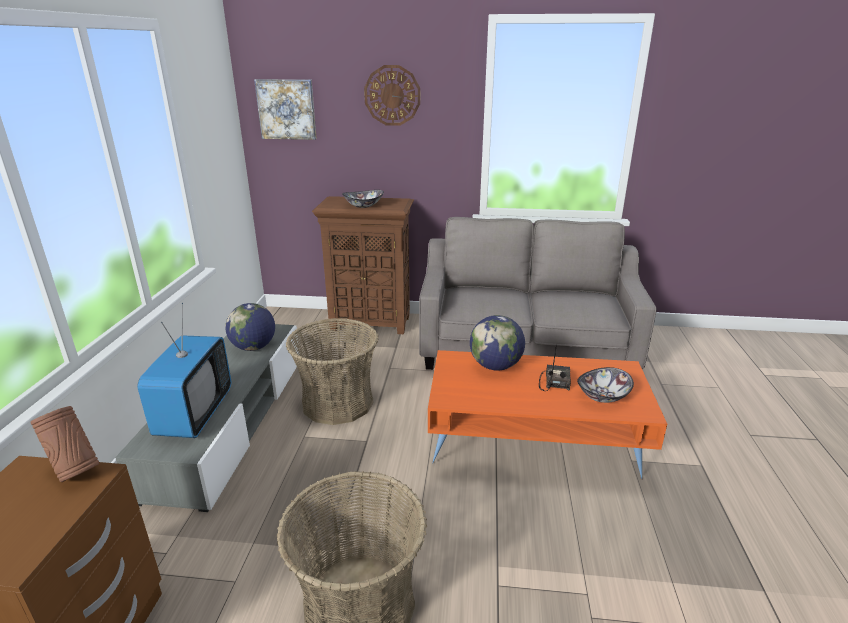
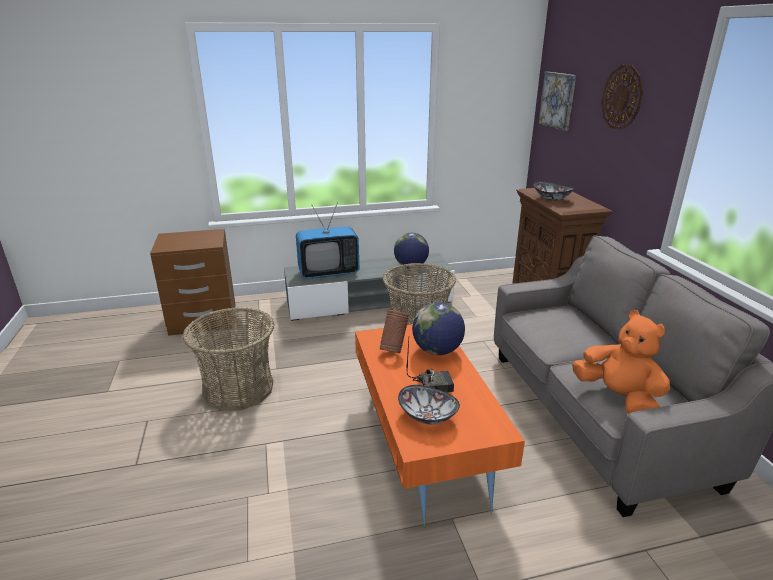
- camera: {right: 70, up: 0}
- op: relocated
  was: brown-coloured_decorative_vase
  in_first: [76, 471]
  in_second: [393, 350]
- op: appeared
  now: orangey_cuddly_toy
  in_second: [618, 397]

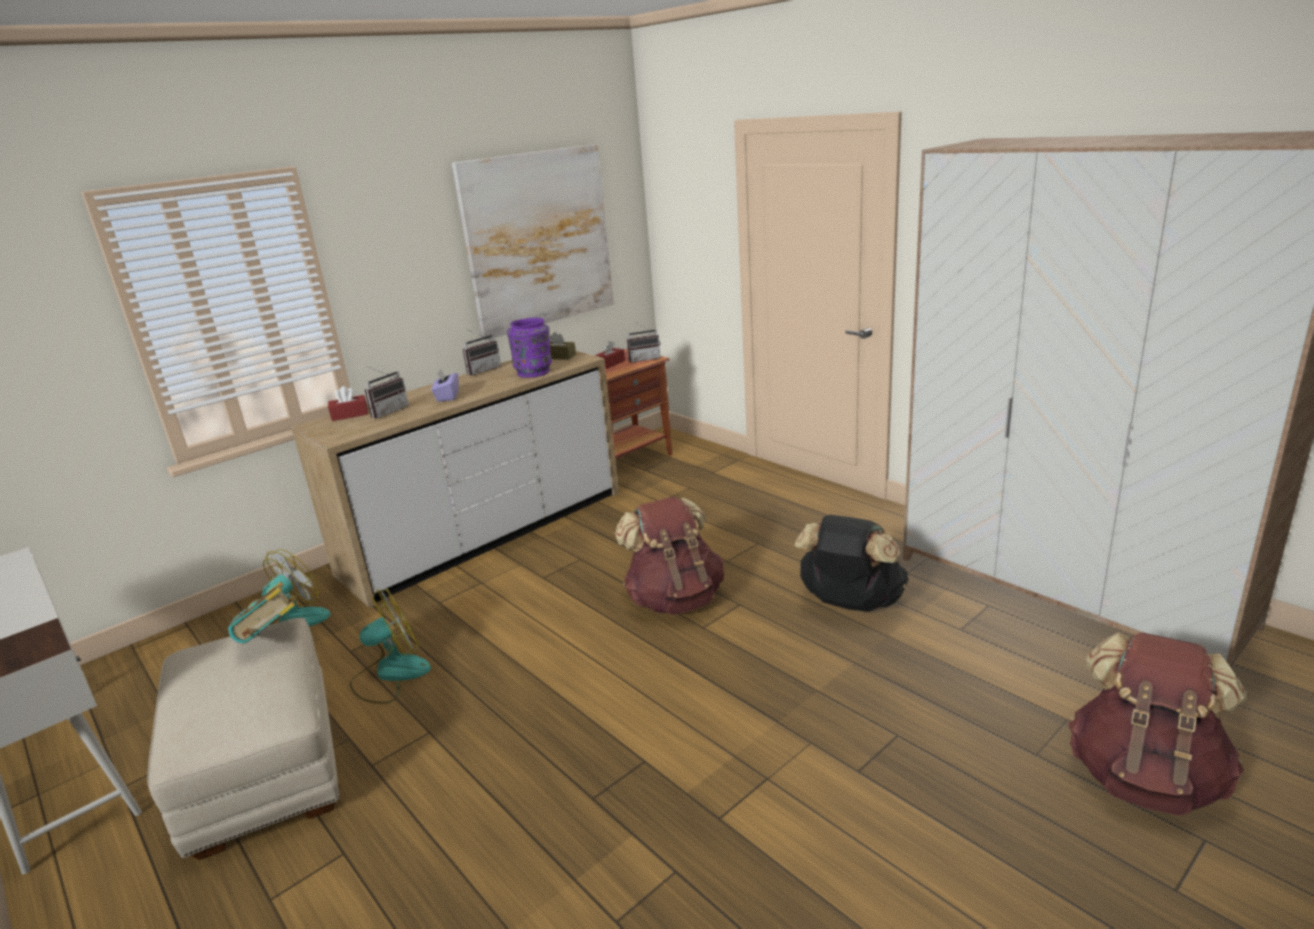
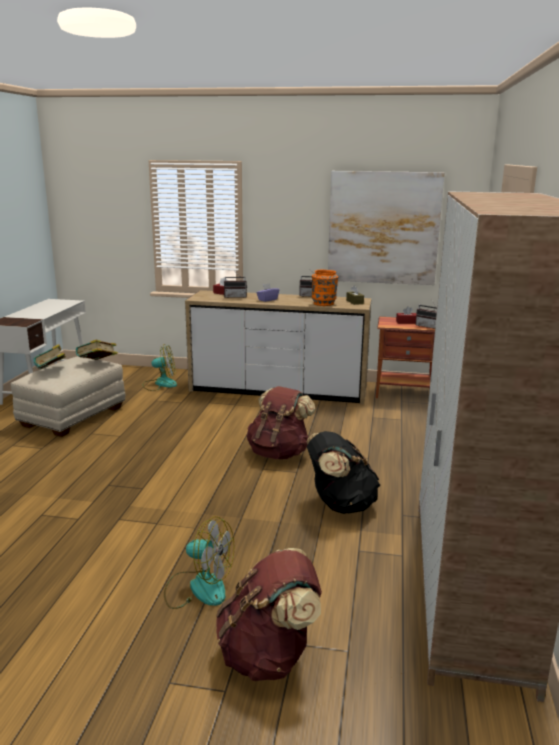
- camera: {right: 50, up: -5}
- op: colour
  was: purple-coloured_decorative_vase
  now: orangey_decorative_vase
  in_first: [534, 372]
  in_second: [324, 303]
- op: relocated
  was: electric_fan
  in_first: [390, 674]
  in_second: [198, 587]
- op: appeared
  now: volume
  in_second: [51, 371]

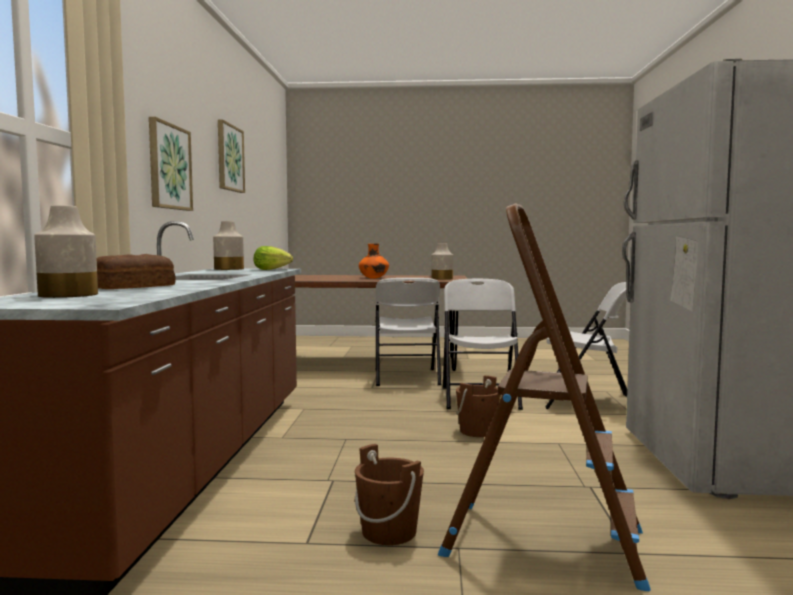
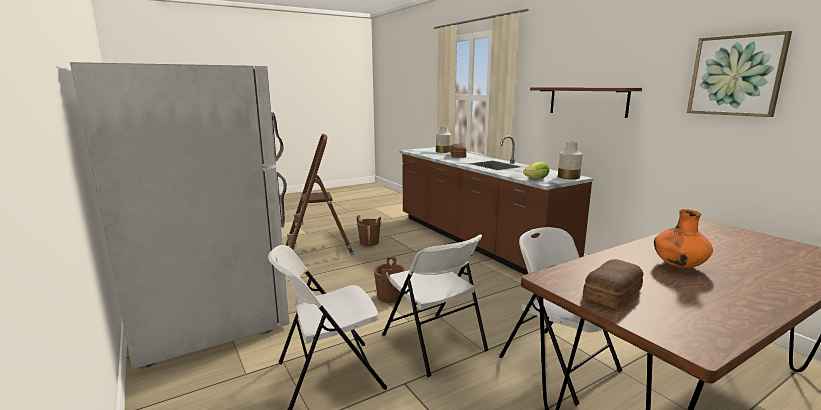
- camera: {right: 145, up: 10}
- op: exchanged
  was: wall_picture
  now: brown-coloured_wall_shelf
  in_first: [169, 167]
  in_second: [587, 101]
- op: exchanged
  was: beige_decorative_vase
  now: bread
  in_first: [442, 278]
  in_second: [610, 293]

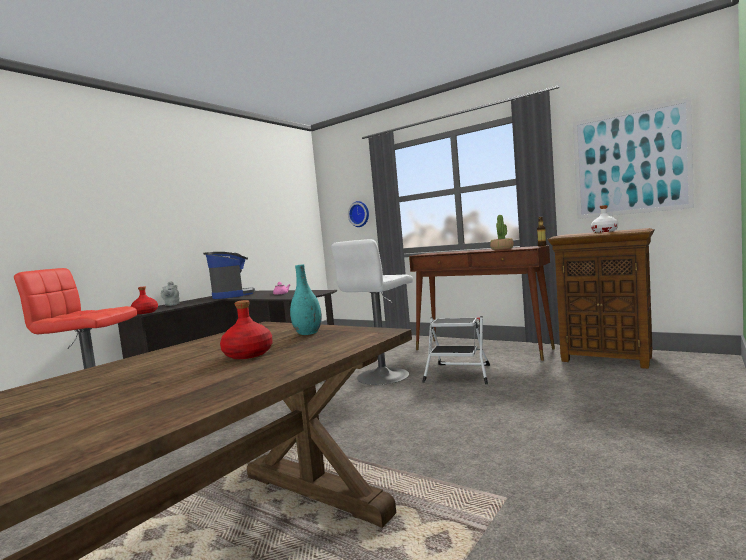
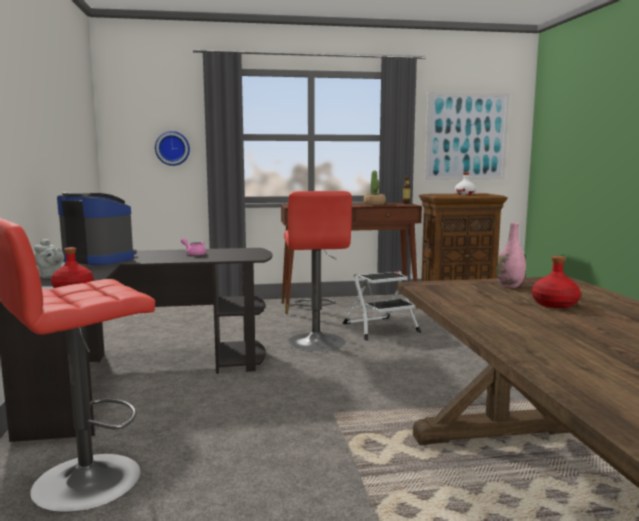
- camera: {right: -45, up: 5}
- op: colour
  was: white-coloured_stool_seat
  now: reddish_stool_seat
  in_first: [382, 376]
  in_second: [315, 342]
- op: colour
  was: blue-green_decorative_vase
  now: pinkish_decorative_vase
  in_first: [308, 333]
  in_second: [509, 286]

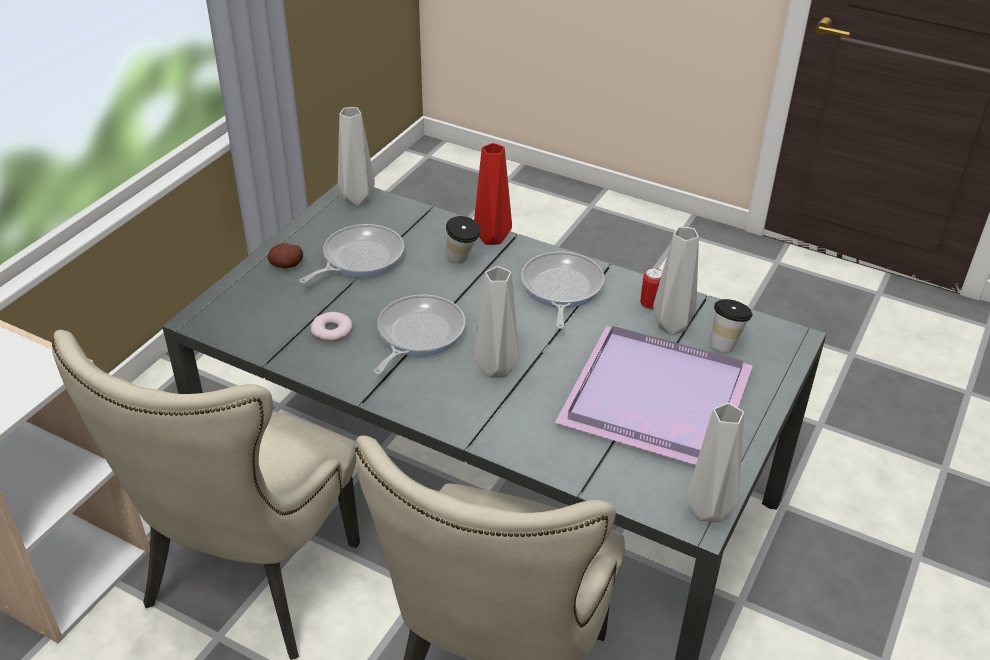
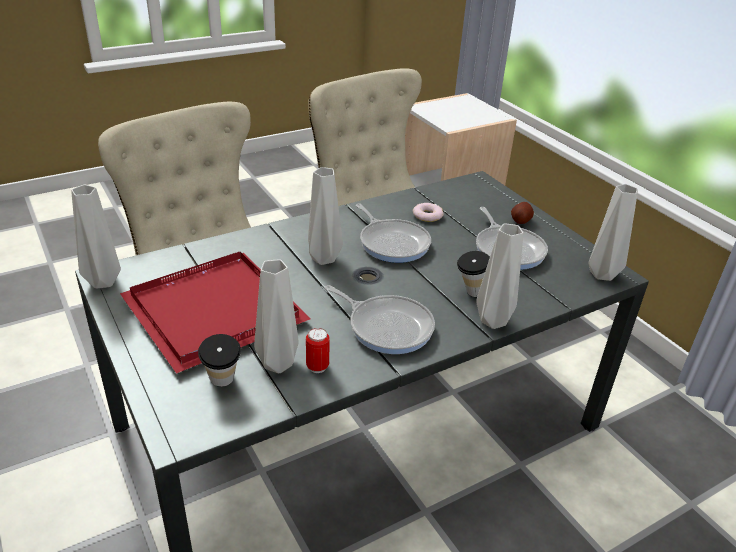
- camera: {right: 120, up: -5}
- op: colour
  was: reddish_decorative_vase
  now: greyish_decorative_vase
  in_first: [490, 239]
  in_second: [493, 320]
- op: colour
  was: purple-coloured_tray
  now: reddish_tray
  in_first: [652, 400]
  in_second: [215, 309]

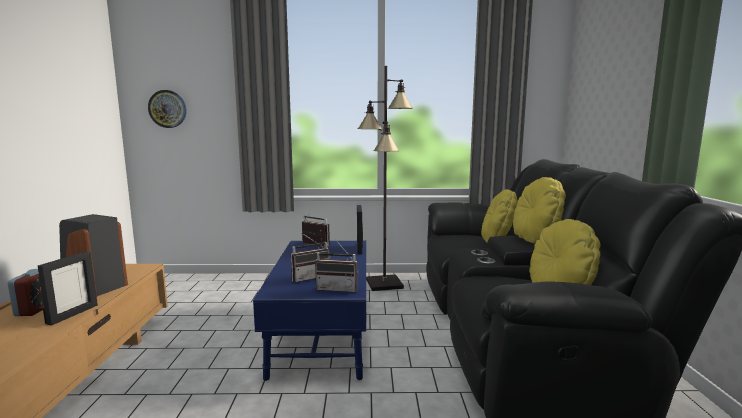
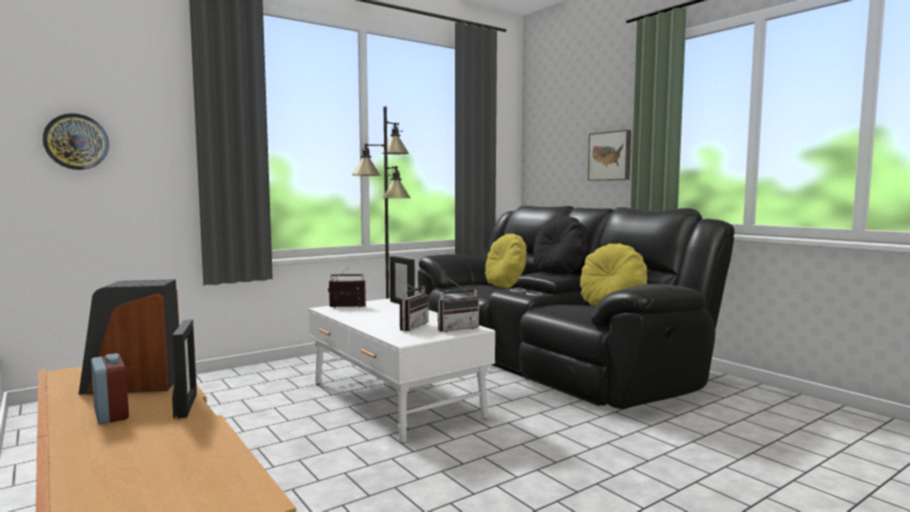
- camera: {right: -35, up: -5}
- op: colour
  was: yellowish_cushion
  now: black-coloured_cushion
  in_first: [535, 240]
  in_second: [559, 273]
- op: colour
  was: bluish_low_table
  now: white-coloured_low_table
  in_first: [322, 333]
  in_second: [395, 399]
- op: appeared
  now: wall_picture
  in_second: [610, 156]

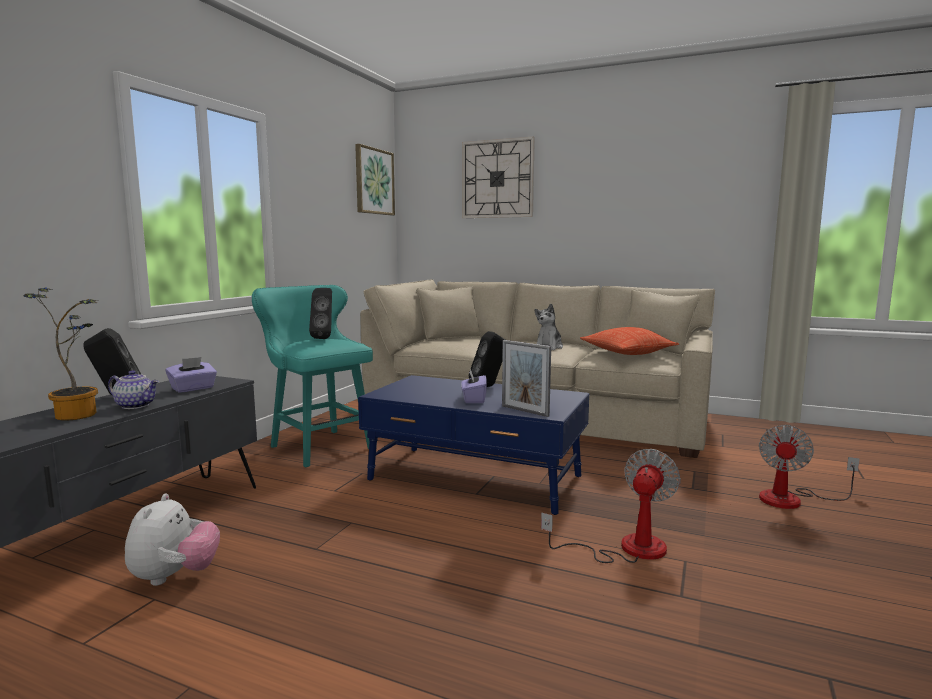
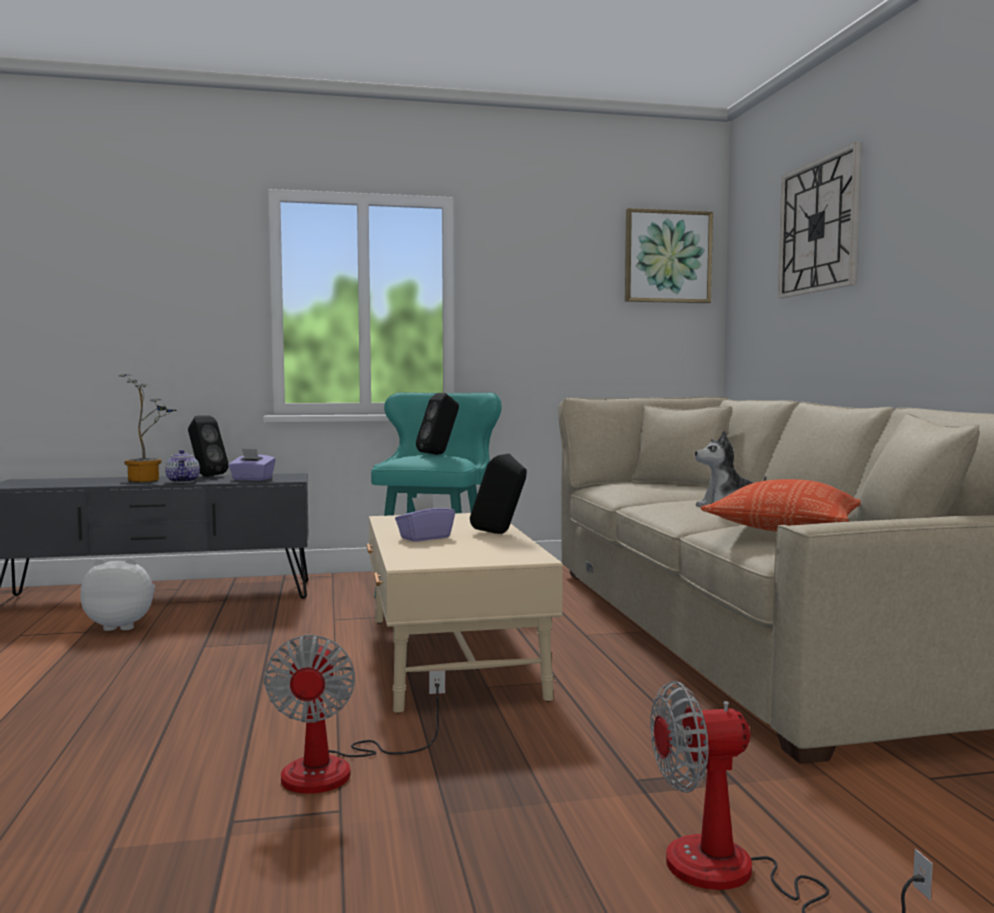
- camera: {right: 55, up: -5}
- op: missing
  was: picture_frame
  in_first: [524, 411]
- op: colour
  was: bluish_low_table
  now: beige_low_table
  in_first: [476, 478]
  in_second: [452, 657]
- op: spun
  was: electric_fan
  in_first: [627, 549]
  in_second: [339, 768]
  clockwise: 90
- op: spun
  was: cuddly_toy
  in_first: [175, 576]
  in_second: [122, 626]
  clockwise: -150

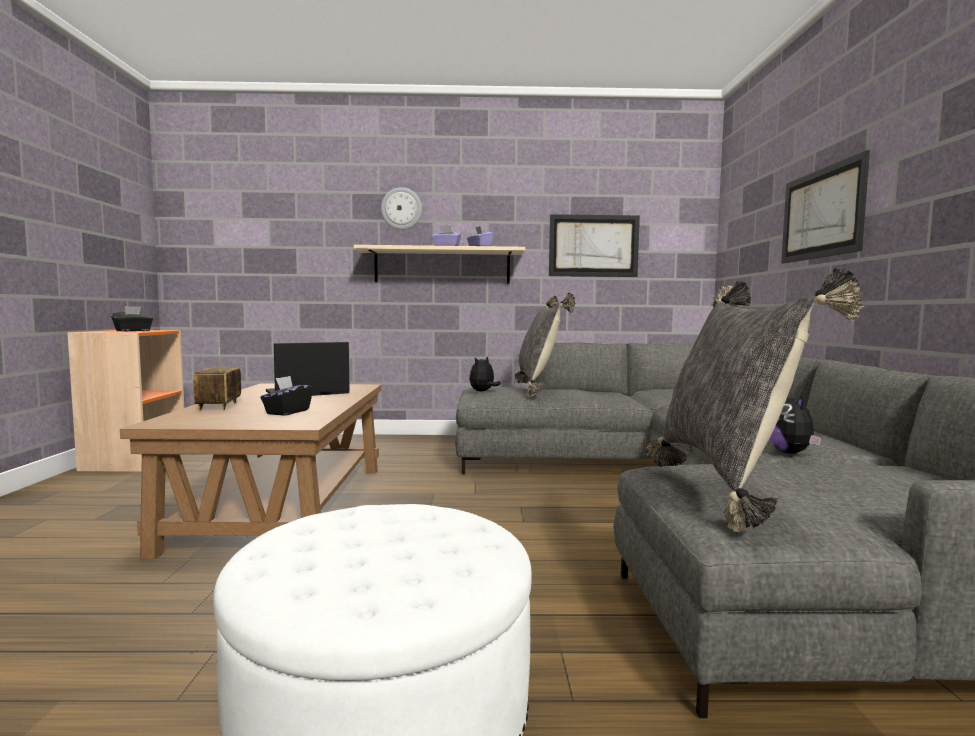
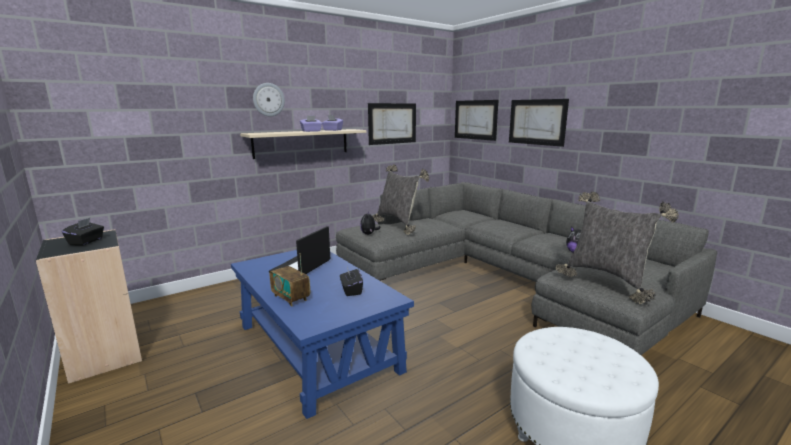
- camera: {right: -35, up: 10}
- op: colour
  was: orangey_bookshelf
  now: black-coloured_bookshelf
  in_first: [134, 460]
  in_second: [104, 354]
- op: colour
  was: brown-coloured_low_table
  now: bluish_low_table
  in_first: [285, 505]
  in_second: [317, 347]
- op: appeared
  now: wall_picture
  in_second: [475, 119]

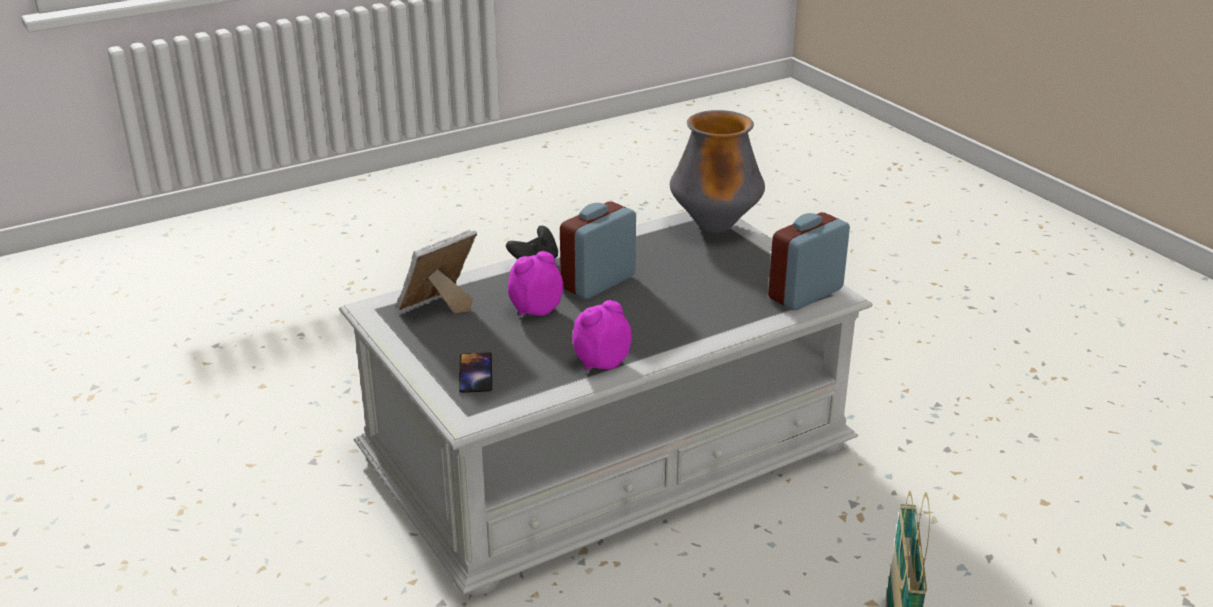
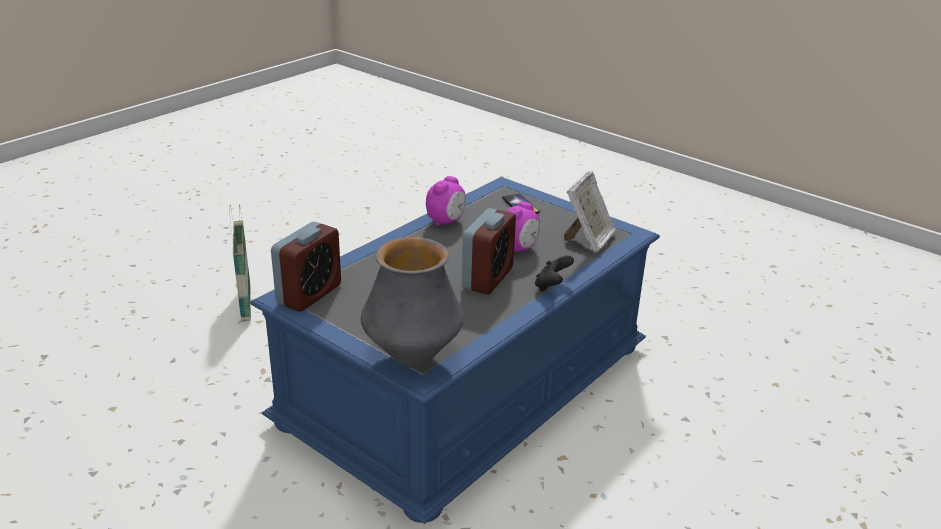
- camera: {right: 160, up: 0}
- op: colour
  was: white-coloured_low_table
  now: bluish_low_table
  in_first: [604, 452]
  in_second: [467, 382]

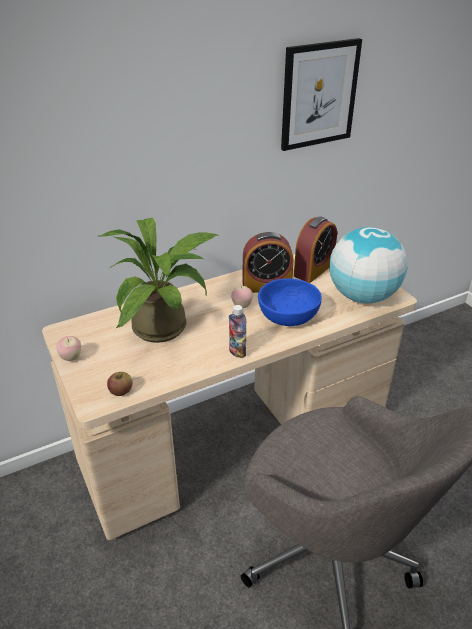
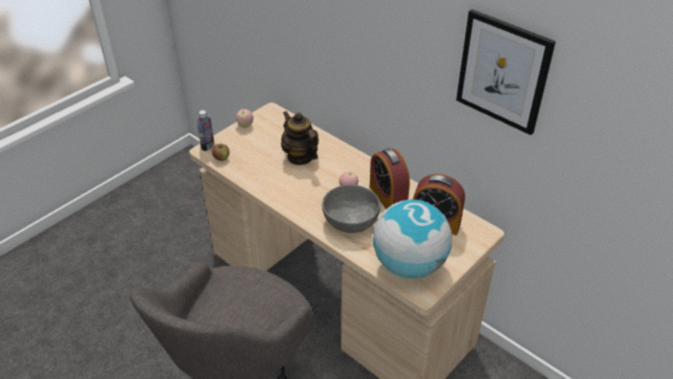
- camera: {right: 70, up: 5}
- op: exchanged
  was: houseplant
  now: teapot
  in_first: [167, 326]
  in_second: [300, 157]
- op: colour
  was: bluish_deep_dish
  now: greyish_deep_dish
  in_first: [288, 315]
  in_second: [350, 220]
- op: relocated
  was: drink_bottle
  in_first: [237, 352]
  in_second: [208, 146]

